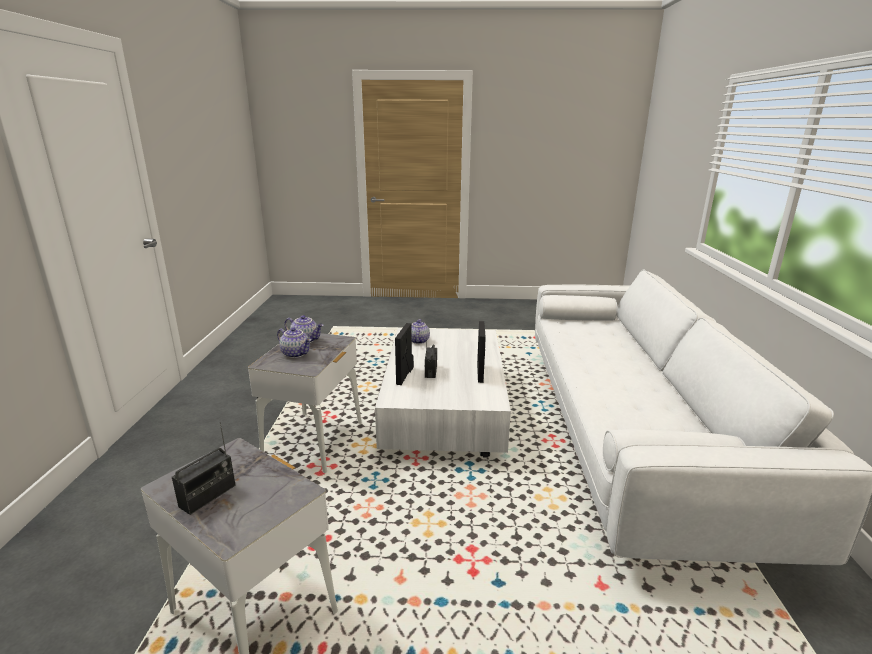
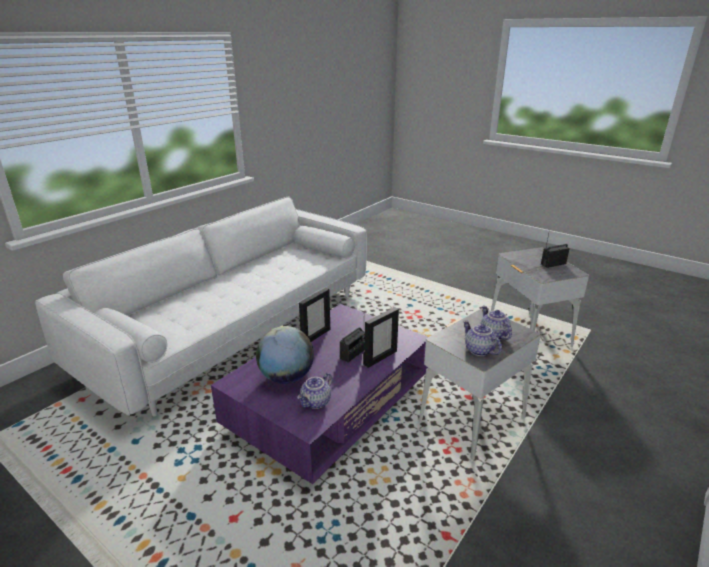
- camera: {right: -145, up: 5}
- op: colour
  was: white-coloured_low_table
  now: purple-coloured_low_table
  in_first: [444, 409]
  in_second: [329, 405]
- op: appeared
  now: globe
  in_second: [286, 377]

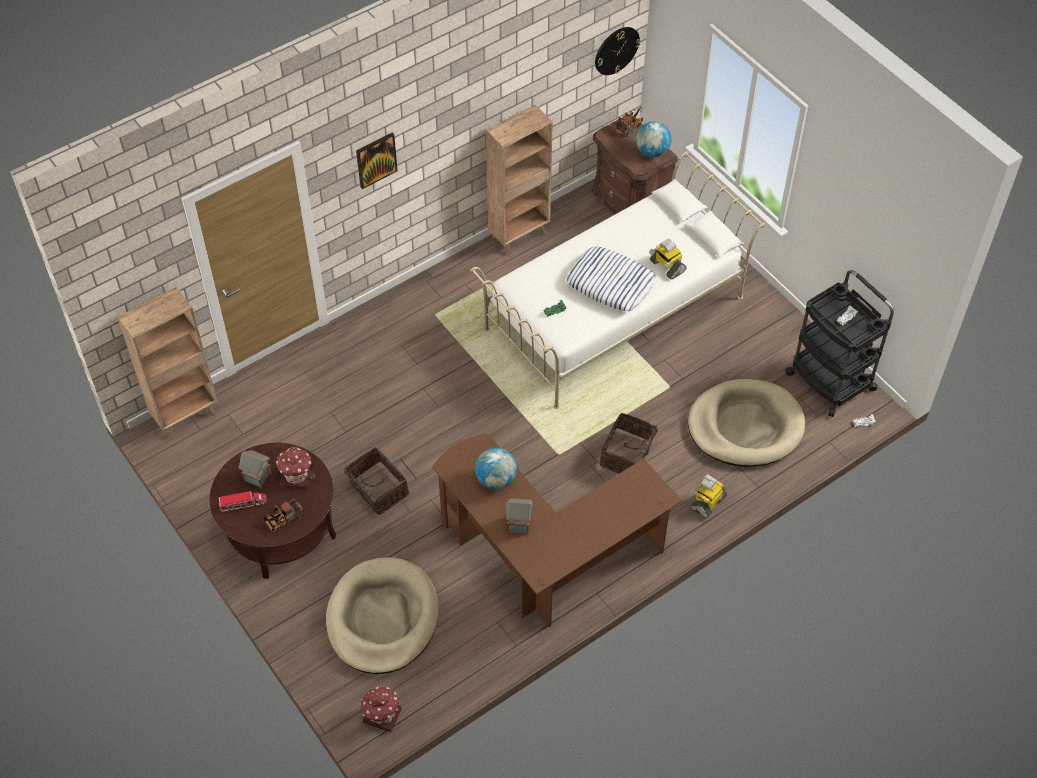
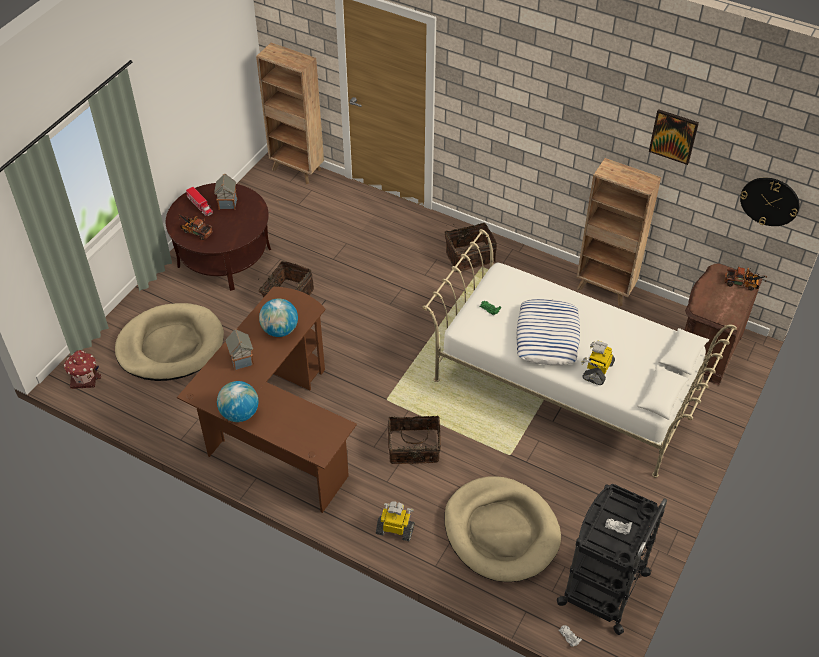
- camera: {right: 65, up: -5}
- op: relocated
  was: globe
  in_first: [652, 152]
  in_second: [240, 413]
- op: relocated
  was: wall_picture
  in_first: [376, 160]
  in_second: [673, 136]
- op: missing
  was: toy_house
  in_first: [296, 475]
- op: appeared
  now: household_basket
  in_second: [469, 256]

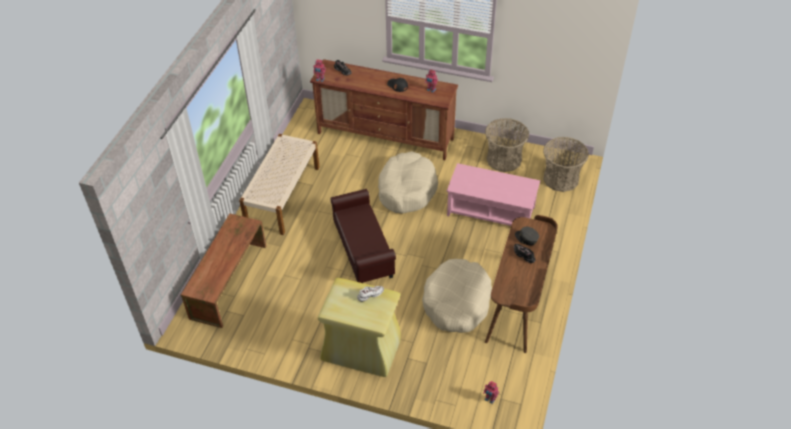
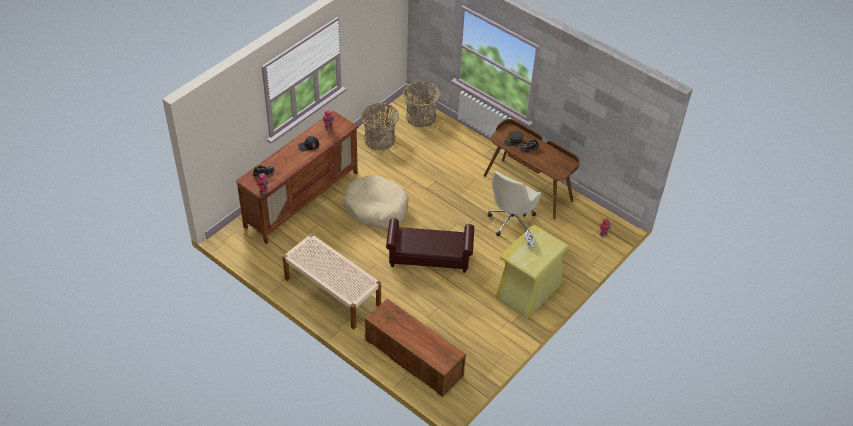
- camera: {right: -70, up: 0}
- op: missing
  was: pinkish_low_table
  in_first: [490, 212]
- op: exchanged
  was: beige_dog_cushion
  now: beige_desk_chair
  in_first: [457, 302]
  in_second: [511, 220]

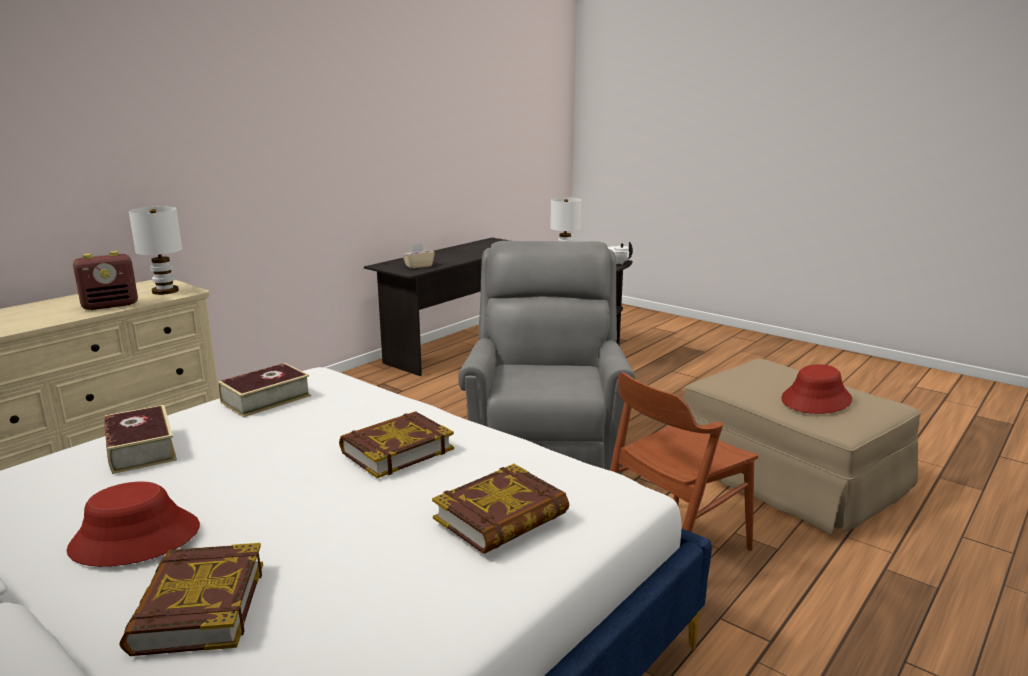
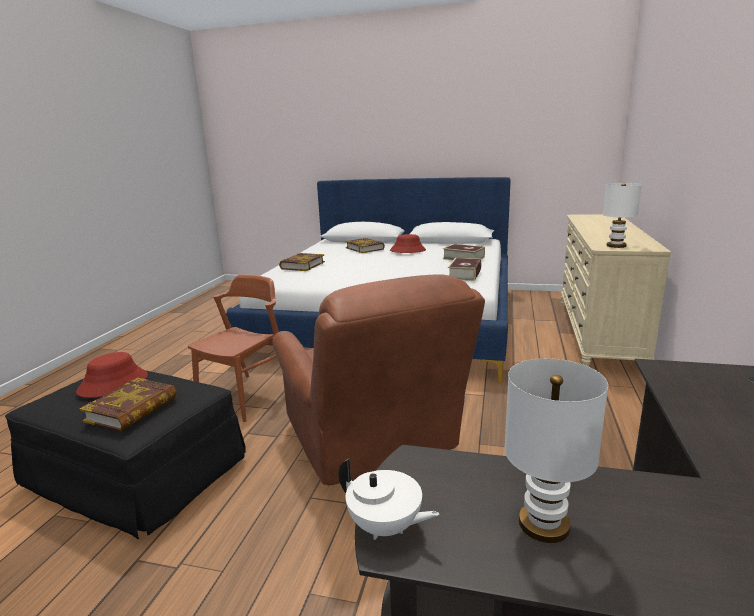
- camera: {right: 155, up: 0}
- op: colour
  was: greyish_armchair
  now: brown-coloured_armchair
  in_first: [545, 442]
  in_second: [373, 448]
- op: missing
  was: beige_tissue_box
  in_first: [418, 266]
- op: missing
  was: radio_set
  in_first: [111, 305]
- op: colour
  was: beige_footrest
  now: black-coloured_footrest
  in_first: [788, 478]
  in_second: [137, 474]
- op: relocated
  was: volume
  in_first: [396, 450]
  in_second: [132, 409]

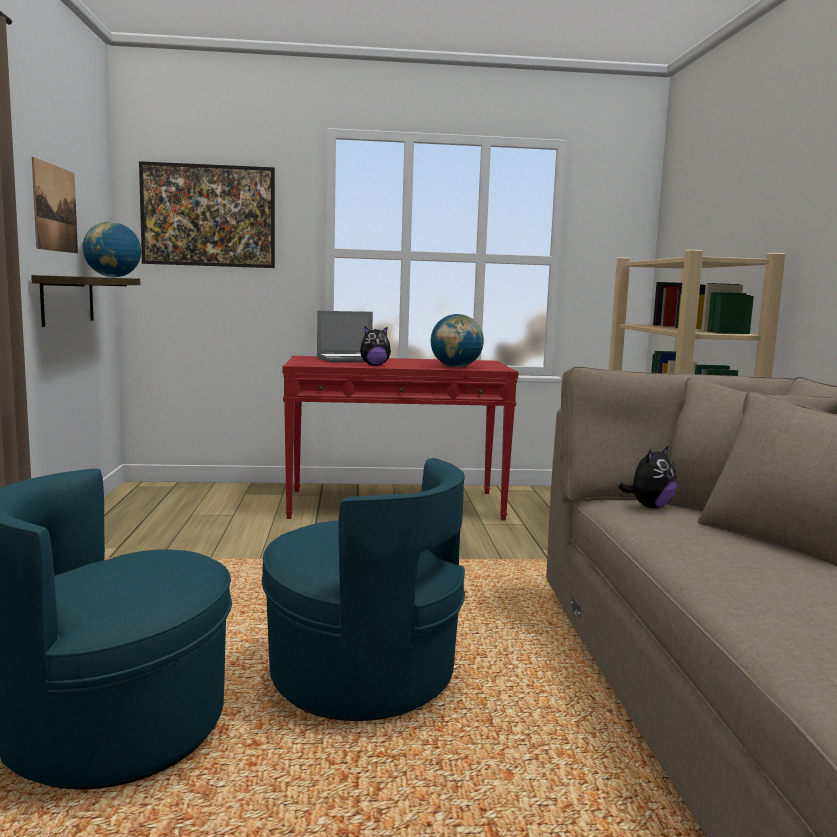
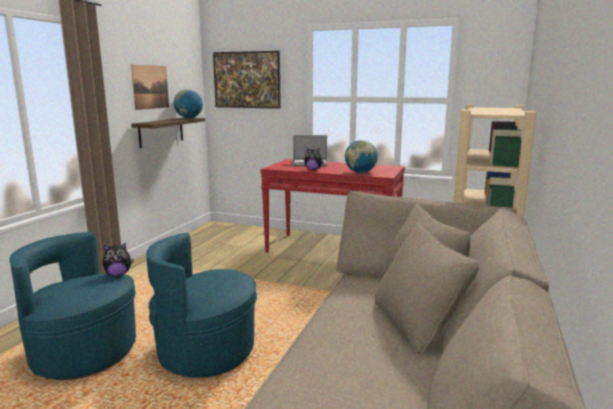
- camera: {right: 25, up: 5}
- op: relocated
  was: cuddly_toy
  in_first: [649, 507]
  in_second: [118, 274]
- op: spun
  was: blue-green_armchair
  in_first: [361, 676]
  in_second: [207, 351]
  clockwise: 120

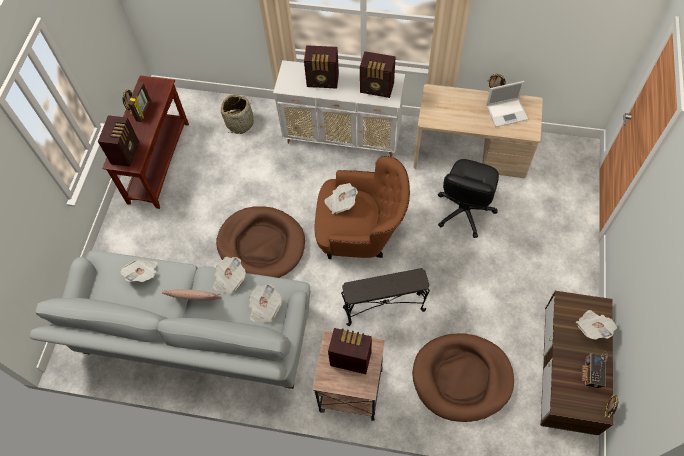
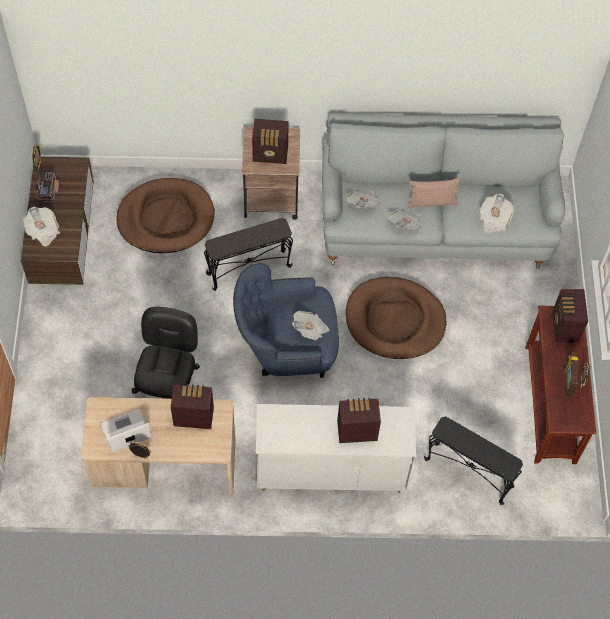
- camera: {right: 165, up: 0}
- op: relocated
  was: radio_set
  in_first: [377, 88]
  in_second: [193, 416]
- op: exchanged
  was: household_basket
  now: black-coloured_accent_table
  in_first: [240, 123]
  in_second: [468, 473]
- op: colour
  was: brown-coloured_armchair
  now: bluish_armchair
  in_first: [361, 233]
  in_second: [286, 347]

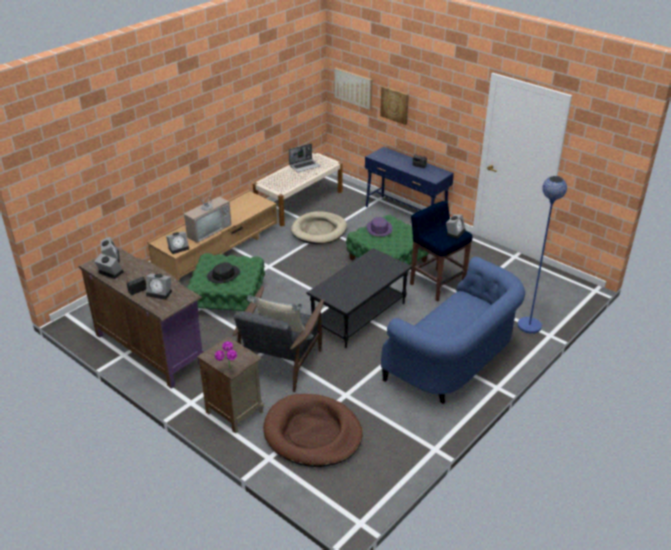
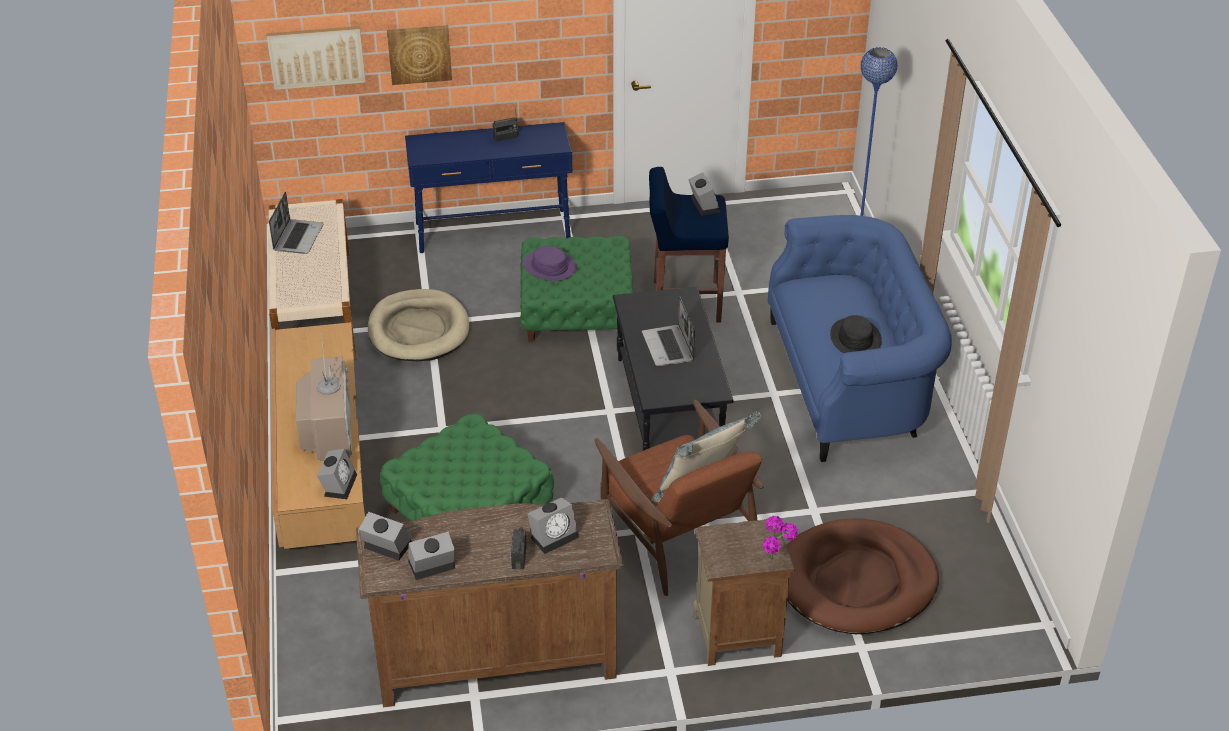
- camera: {right: -50, up: 5}
- op: relocated
  was: black-coloured_clothing_hat
  in_first: [223, 275]
  in_second: [855, 338]
- op: colour
  was: greyish_armchair
  now: brown-coloured_armchair
  in_first: [280, 361]
  in_second: [678, 534]
- op: appeared
  now: laptop
  in_second: [669, 347]

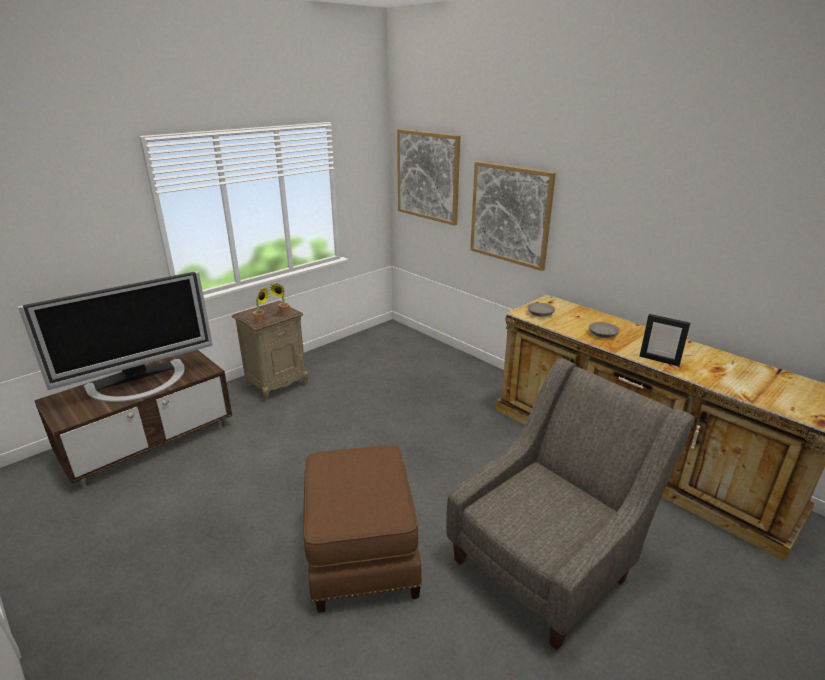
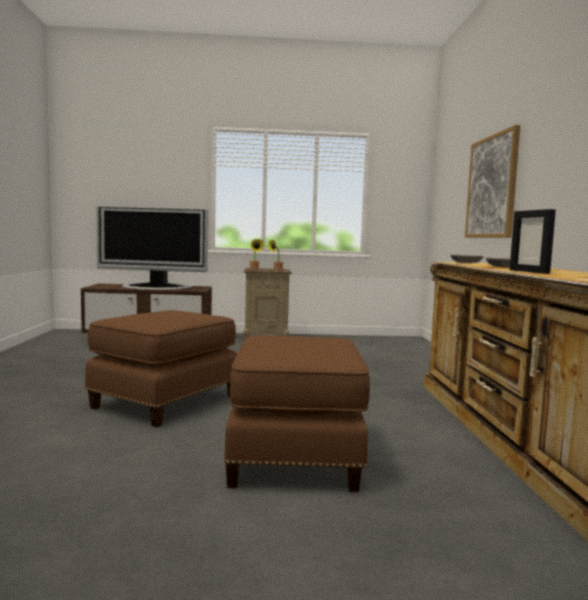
- camera: {right: 40, up: -20}
- op: missing
  was: wall_picture
  in_first: [428, 176]
- op: exchanged
  was: greyish_armchair
  now: brown-coloured_footrest
  in_first: [550, 560]
  in_second: [296, 455]

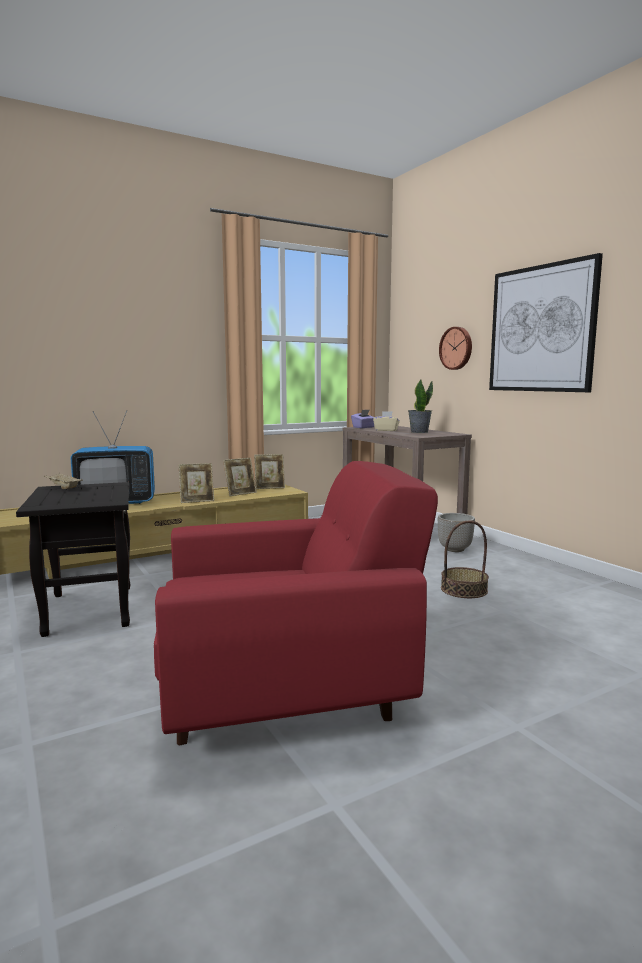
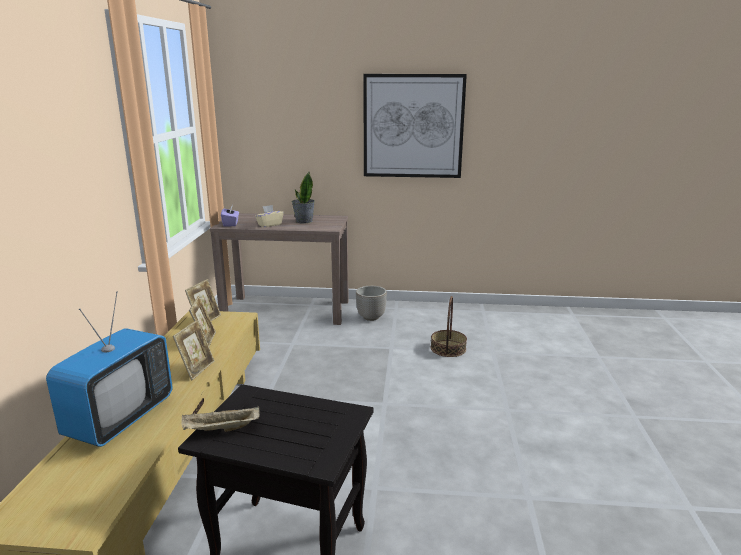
- camera: {right: -55, up: 10}
- op: missing
  was: clock_on_the_wall
  in_first: [456, 348]
- op: missing
  was: reddish_armchair
  in_first: [288, 691]

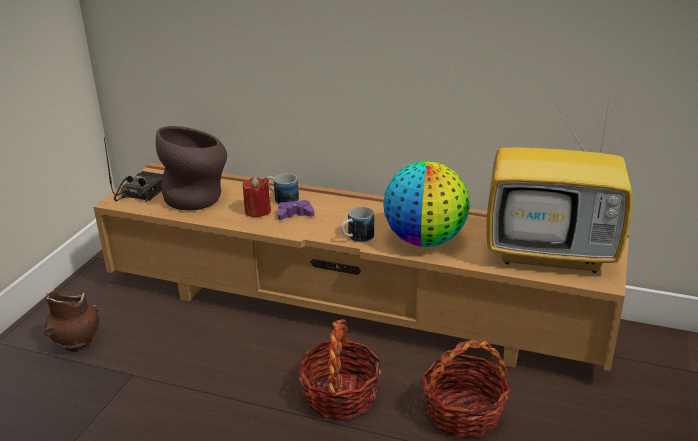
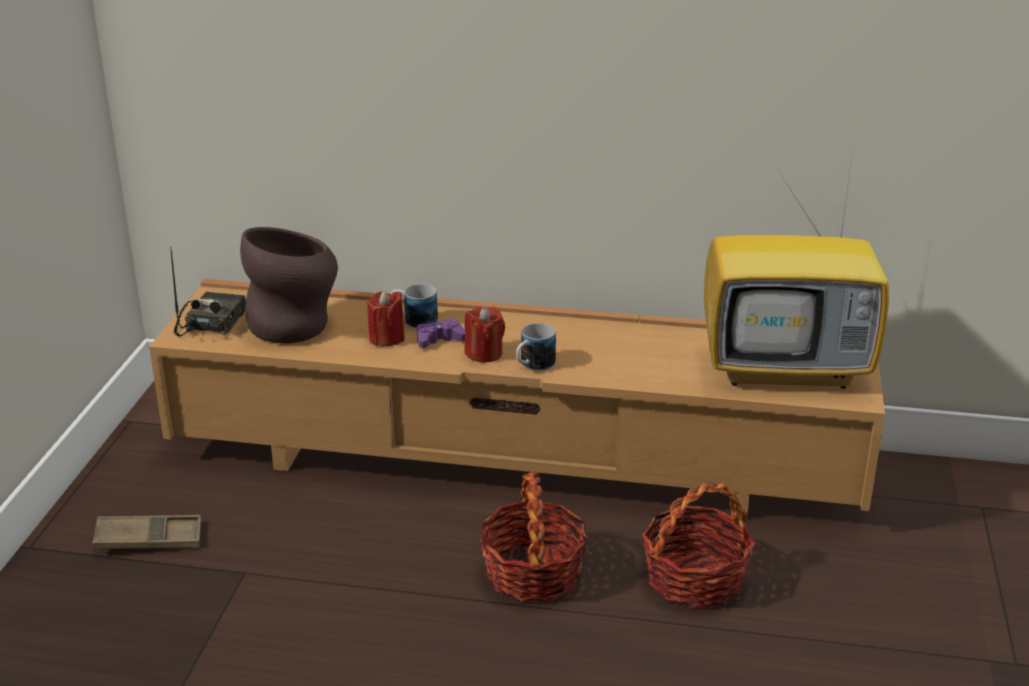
- camera: {right: -10, up: 0}
- op: missing
  was: globe
  in_first: [425, 240]
- op: exchanged
  was: brown-coloured_decorative_vase
  now: brown-coloured_tray
  in_first: [78, 343]
  in_second: [149, 539]
- op: appeared
  now: reddish_candle
  in_second: [484, 353]

